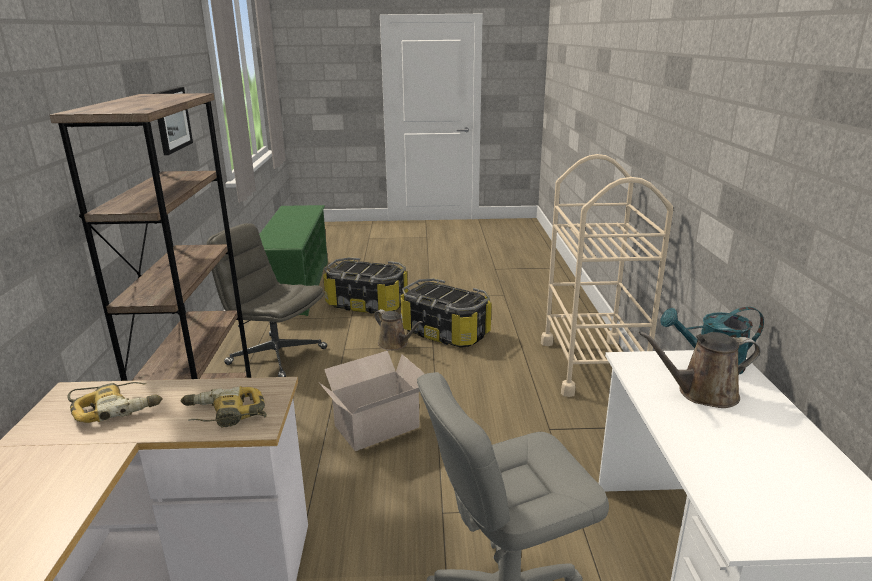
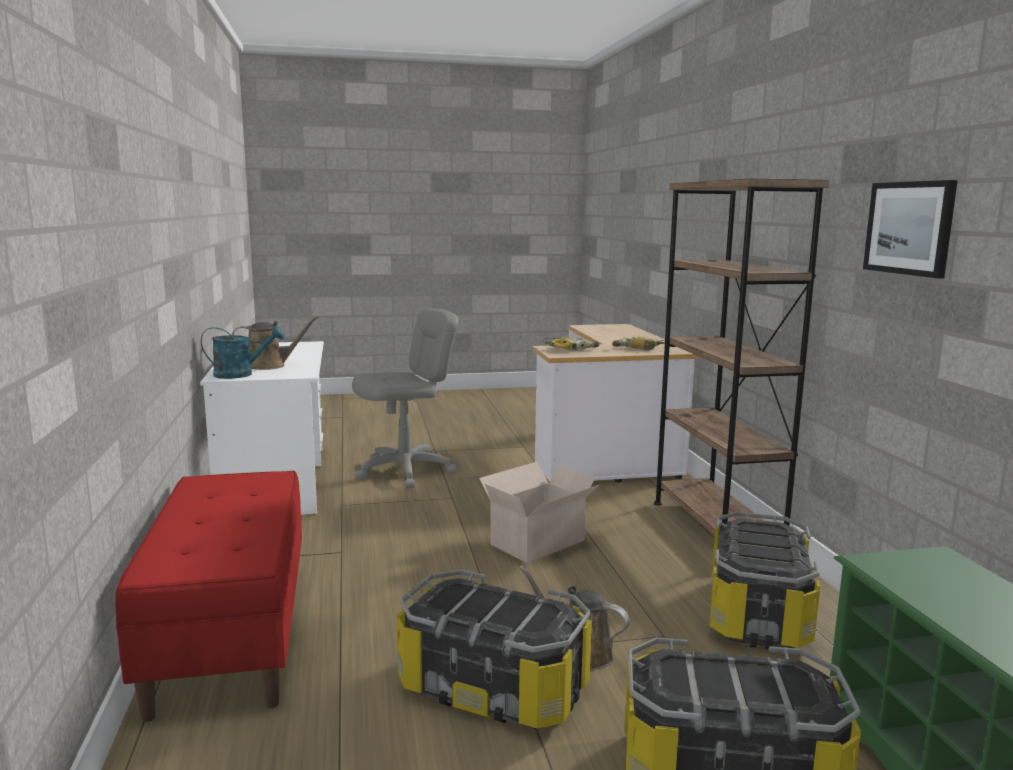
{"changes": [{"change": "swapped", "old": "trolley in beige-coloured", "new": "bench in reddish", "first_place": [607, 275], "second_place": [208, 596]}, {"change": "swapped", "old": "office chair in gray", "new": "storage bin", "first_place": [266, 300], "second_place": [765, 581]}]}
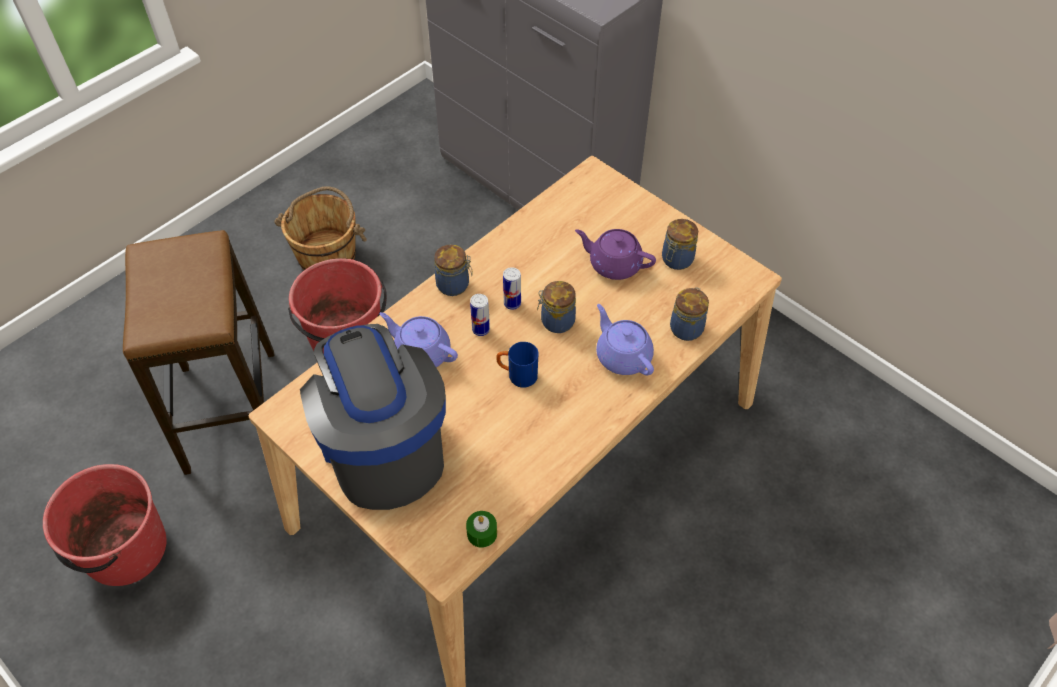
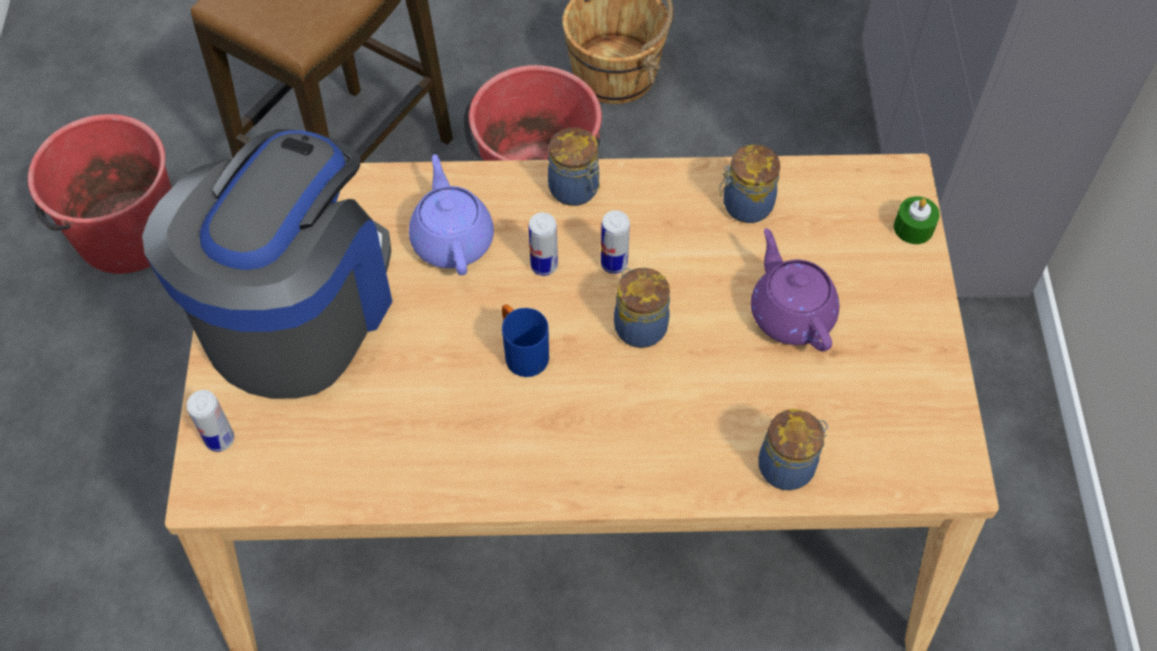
{"changes": [{"change": "shifted", "old": "preserve jar", "first_place": [680, 244], "second_place": [749, 184]}, {"change": "gone", "old": "teapot in purple-coloured", "first_place": [625, 339]}, {"change": "shifted", "old": "candle in greenish", "first_place": [481, 529], "second_place": [917, 220]}, {"change": "new", "new": "can", "second_place": [210, 421]}]}
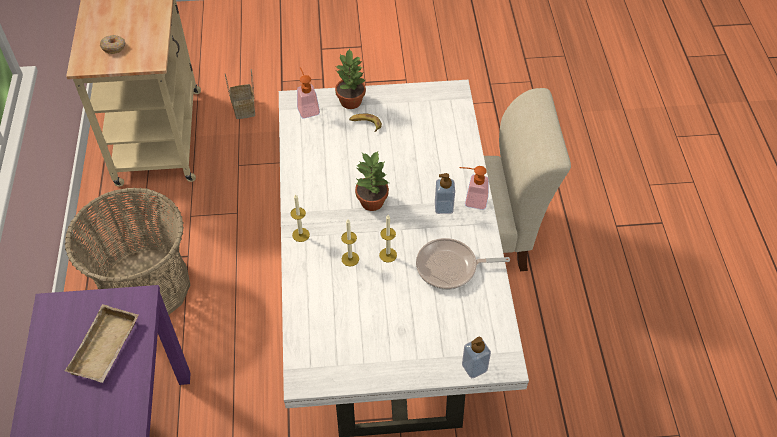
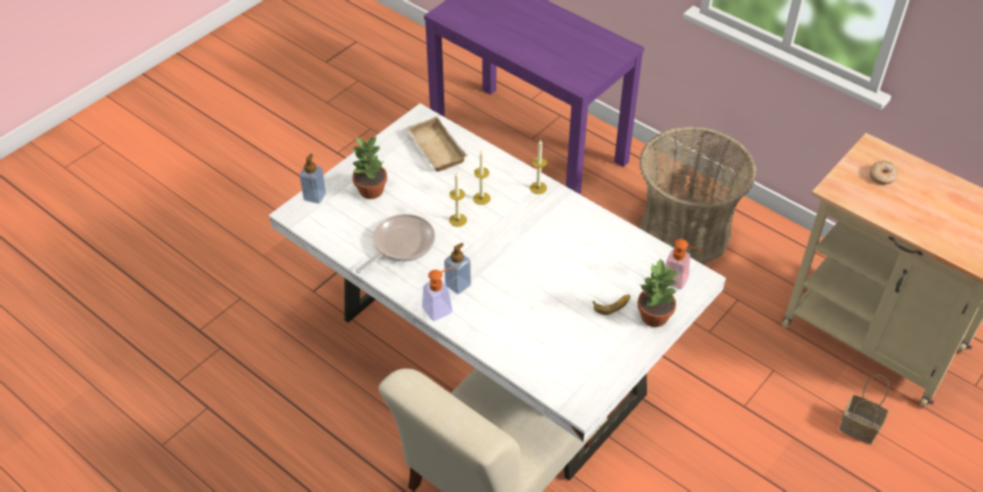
{"changes": [{"change": "shifted", "old": "plant in a pot", "first_place": [372, 181], "second_place": [369, 167]}, {"change": "shifted", "old": "carrying tray in beige-coloured", "first_place": [101, 343], "second_place": [436, 144]}]}
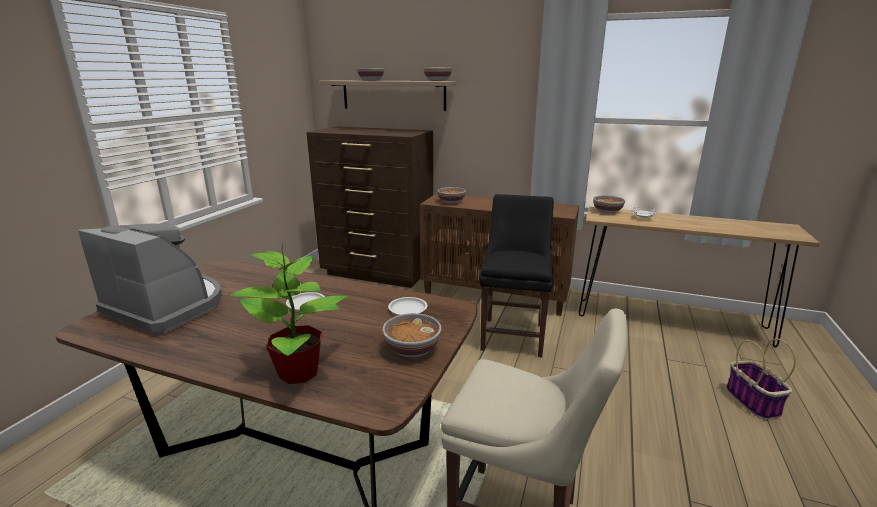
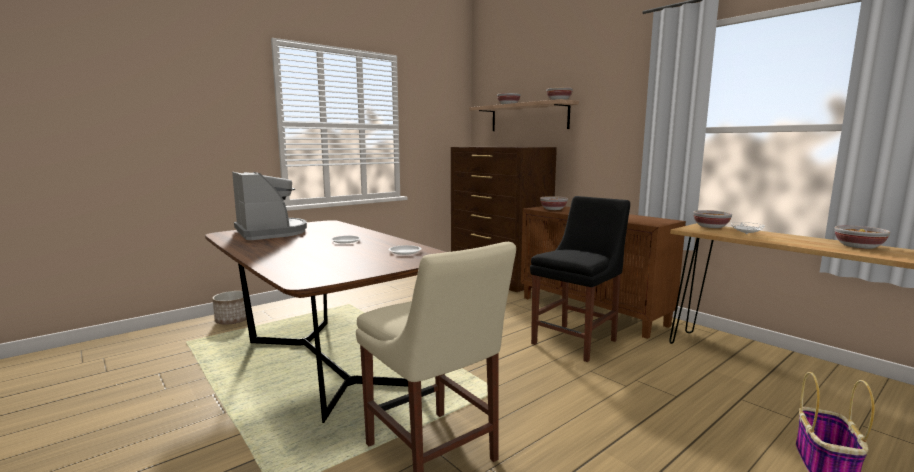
{"changes": [{"change": "gone", "old": "plant in a pot", "first_place": [289, 314]}, {"change": "shifted", "old": "serving bowl", "first_place": [412, 335], "second_place": [862, 237]}, {"change": "new", "new": "plant pot", "second_place": [229, 308]}]}
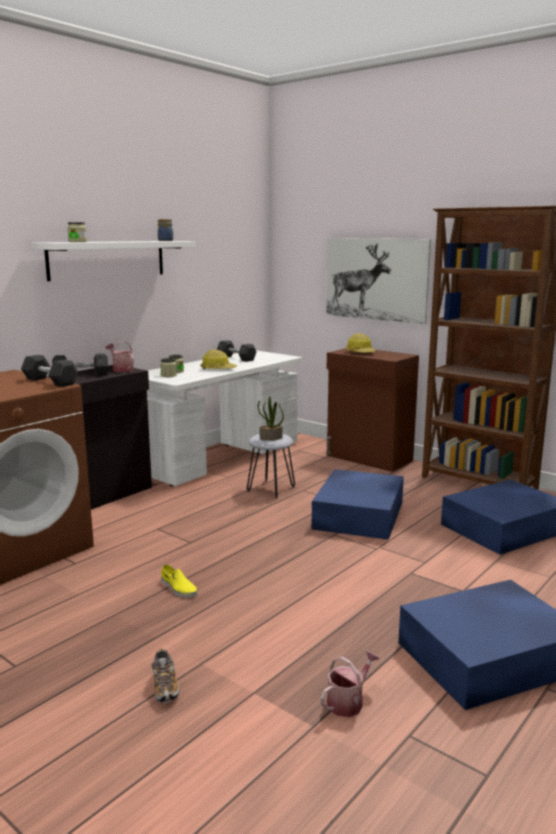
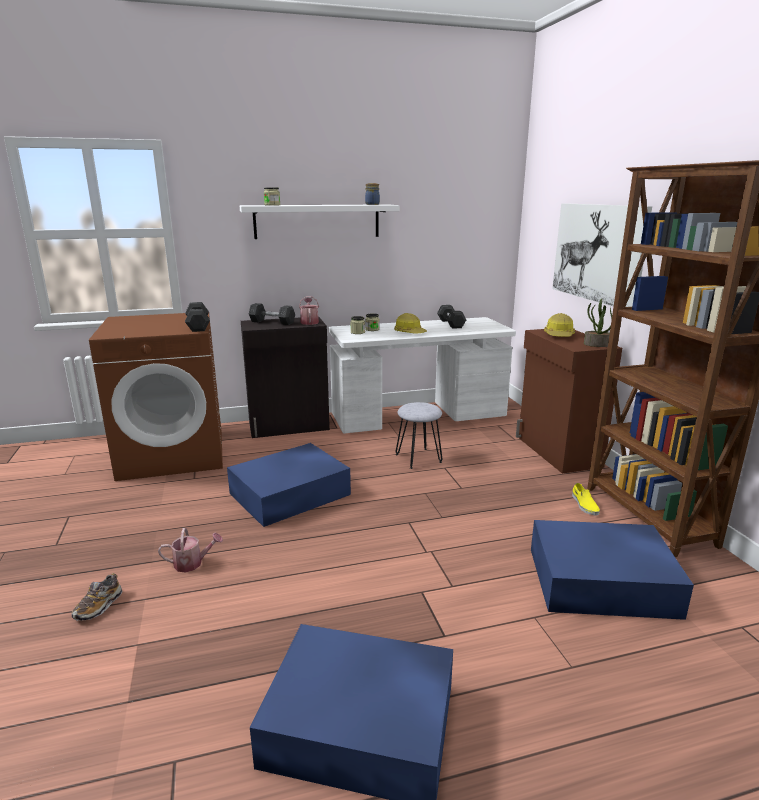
{"changes": [{"change": "shifted", "old": "plant in a pot", "first_place": [271, 418], "second_place": [598, 323]}, {"change": "shifted", "old": "storage bin in blue-coloured", "first_place": [358, 504], "second_place": [289, 485]}, {"change": "shifted", "old": "item of footwear in yellow", "first_place": [179, 581], "second_place": [586, 499]}, {"change": "shifted", "old": "watering can", "first_place": [349, 683], "second_place": [190, 550]}]}
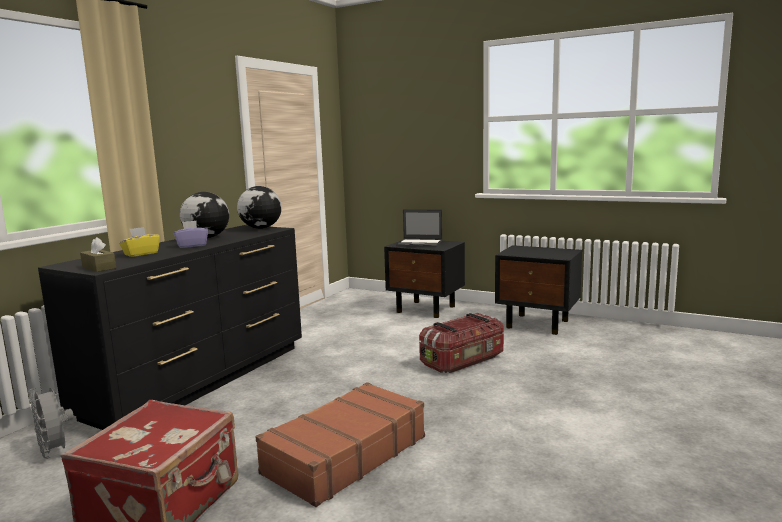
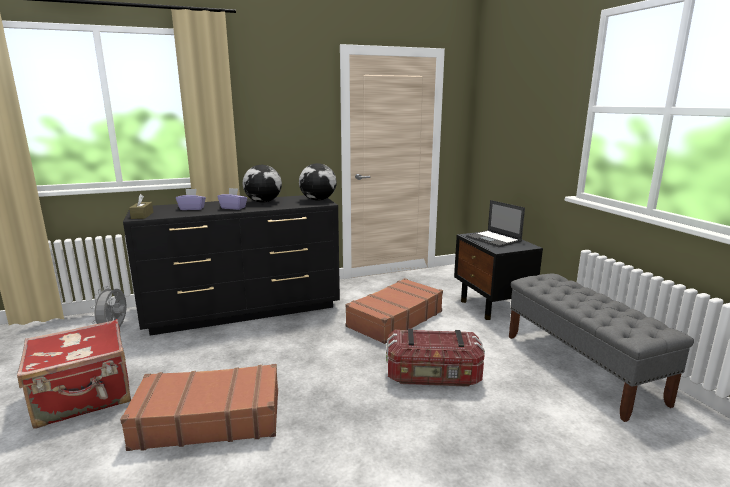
{"changes": [{"change": "repainted", "old": "tissue holder in yellow", "new": "tissue holder in purple-coloured", "first_place": [139, 242], "second_place": [191, 199]}, {"change": "swapped", "old": "nightstand in black-coloured", "new": "bench in gray", "first_place": [538, 290], "second_place": [601, 347]}, {"change": "new", "new": "travel case in brownish", "second_place": [394, 311]}]}
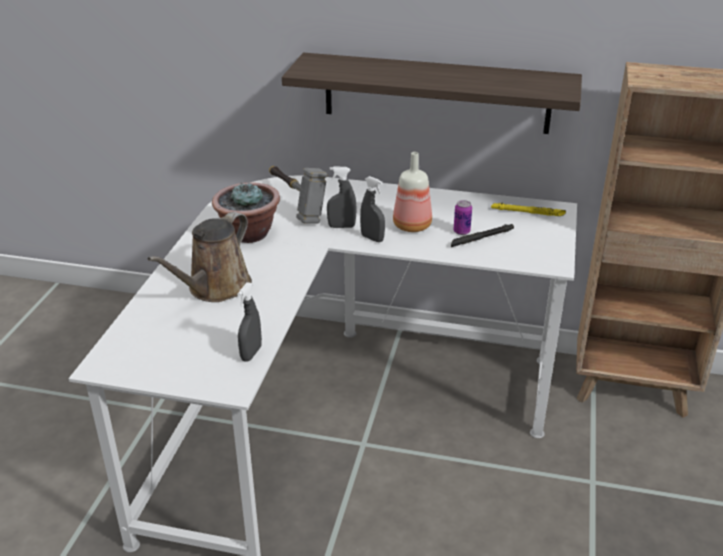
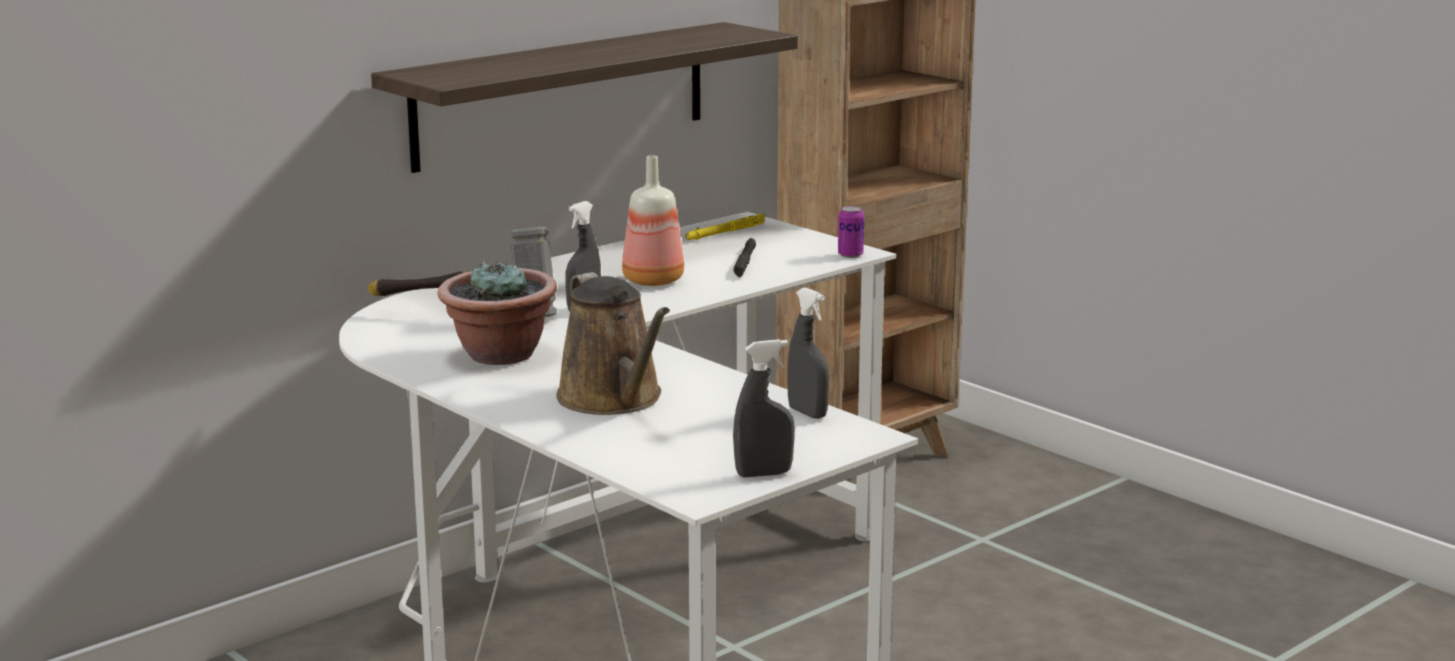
{"changes": [{"change": "shifted", "old": "spray bottle in gray", "first_place": [372, 209], "second_place": [764, 408]}, {"change": "shifted", "old": "can", "first_place": [462, 217], "second_place": [851, 232]}]}
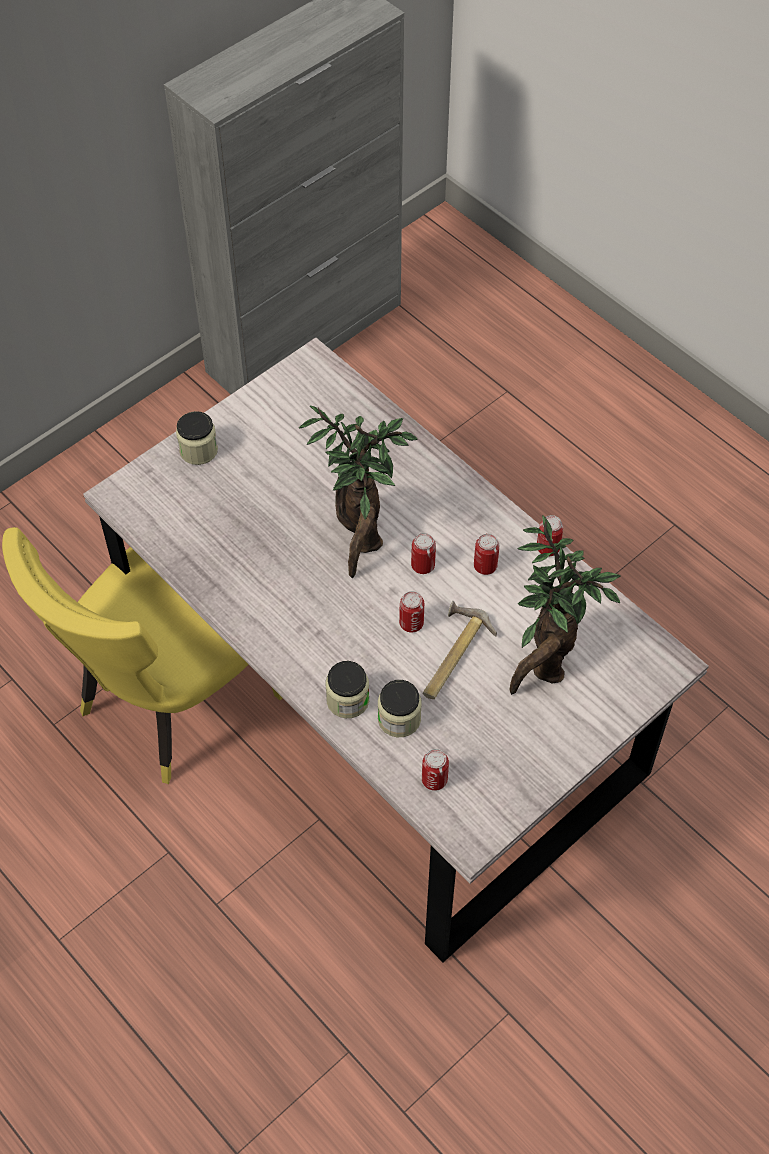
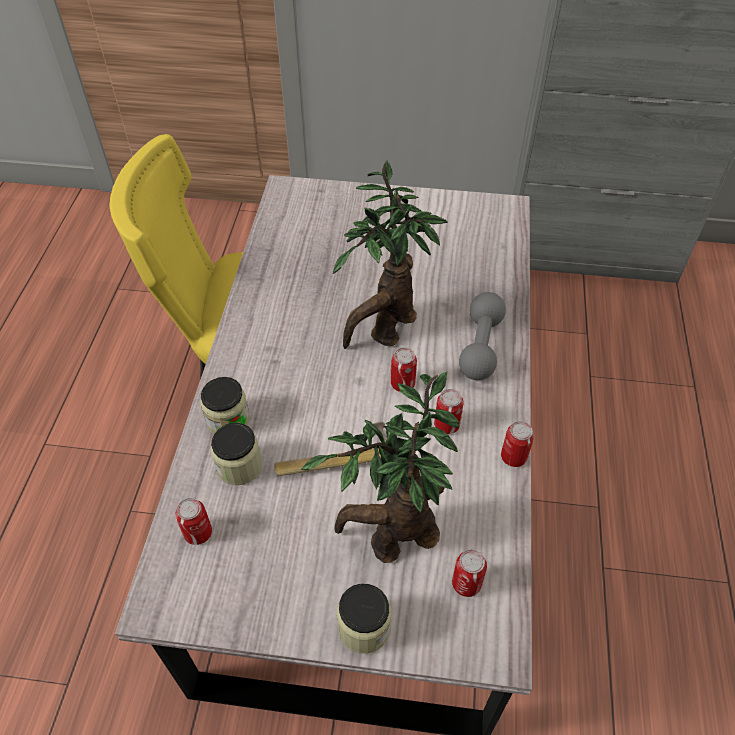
{"changes": [{"change": "shifted", "old": "preserve jar", "first_place": [197, 438], "second_place": [364, 618]}, {"change": "shifted", "old": "can", "first_place": [411, 612], "second_place": [469, 573]}, {"change": "new", "new": "dumbbell in gray", "second_place": [482, 336]}]}
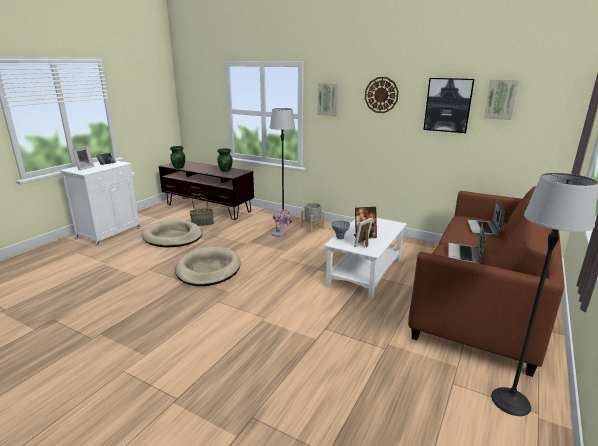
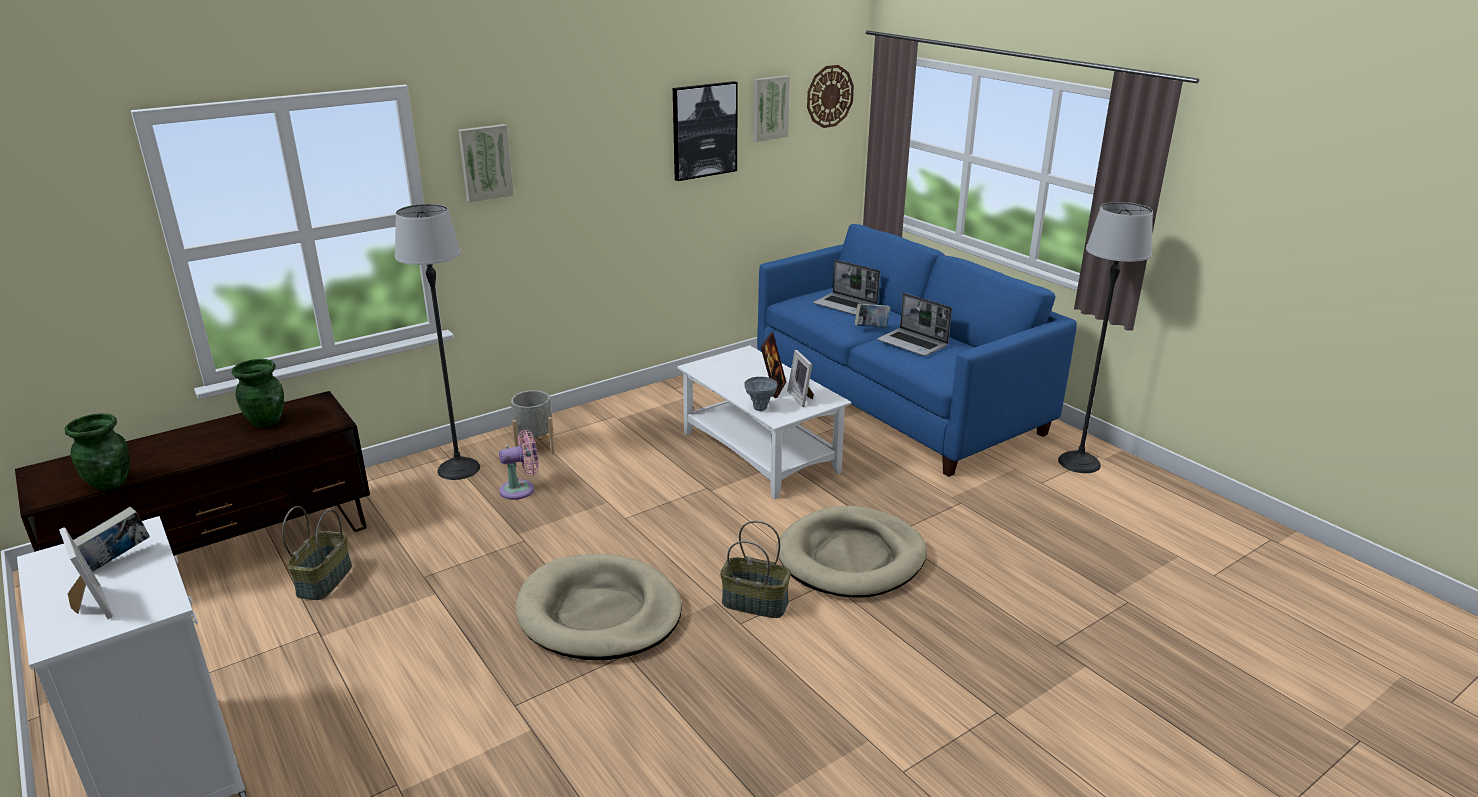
{"changes": [{"change": "shifted", "old": "wall clock", "first_place": [382, 95], "second_place": [830, 96]}, {"change": "repainted", "old": "sofa in brownish", "new": "sofa in blue-coloured", "first_place": [486, 281], "second_place": [917, 350]}, {"change": "shifted", "old": "dog bed in beige-coloured", "first_place": [172, 234], "second_place": [852, 552]}, {"change": "new", "new": "bound book", "second_place": [873, 315]}, {"change": "new", "new": "basket", "second_place": [755, 569]}]}
